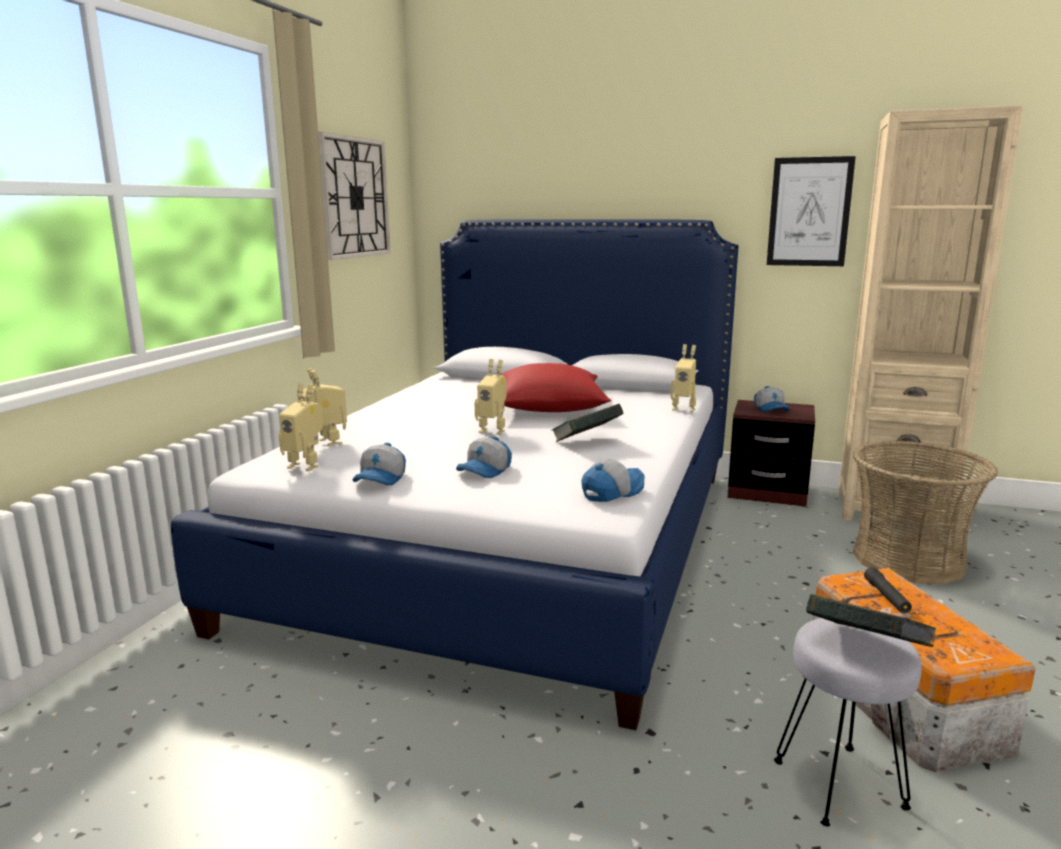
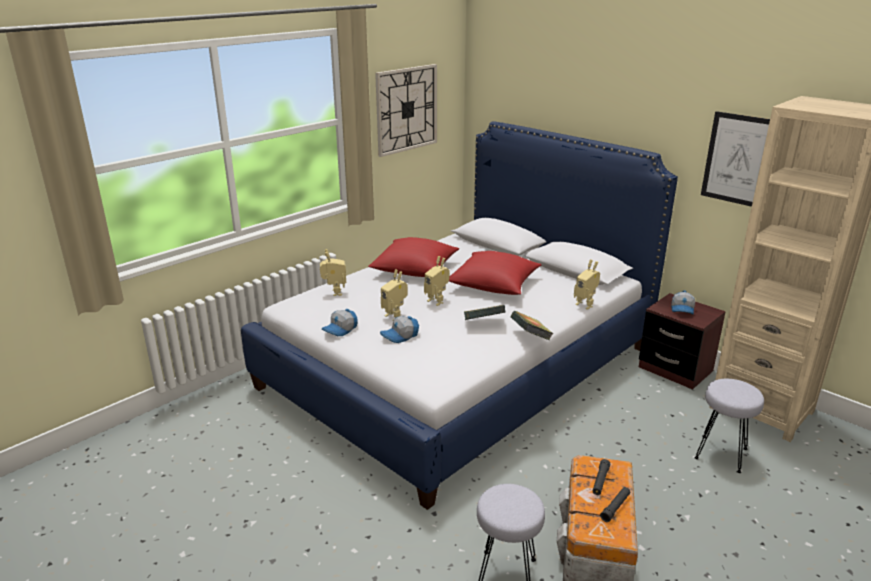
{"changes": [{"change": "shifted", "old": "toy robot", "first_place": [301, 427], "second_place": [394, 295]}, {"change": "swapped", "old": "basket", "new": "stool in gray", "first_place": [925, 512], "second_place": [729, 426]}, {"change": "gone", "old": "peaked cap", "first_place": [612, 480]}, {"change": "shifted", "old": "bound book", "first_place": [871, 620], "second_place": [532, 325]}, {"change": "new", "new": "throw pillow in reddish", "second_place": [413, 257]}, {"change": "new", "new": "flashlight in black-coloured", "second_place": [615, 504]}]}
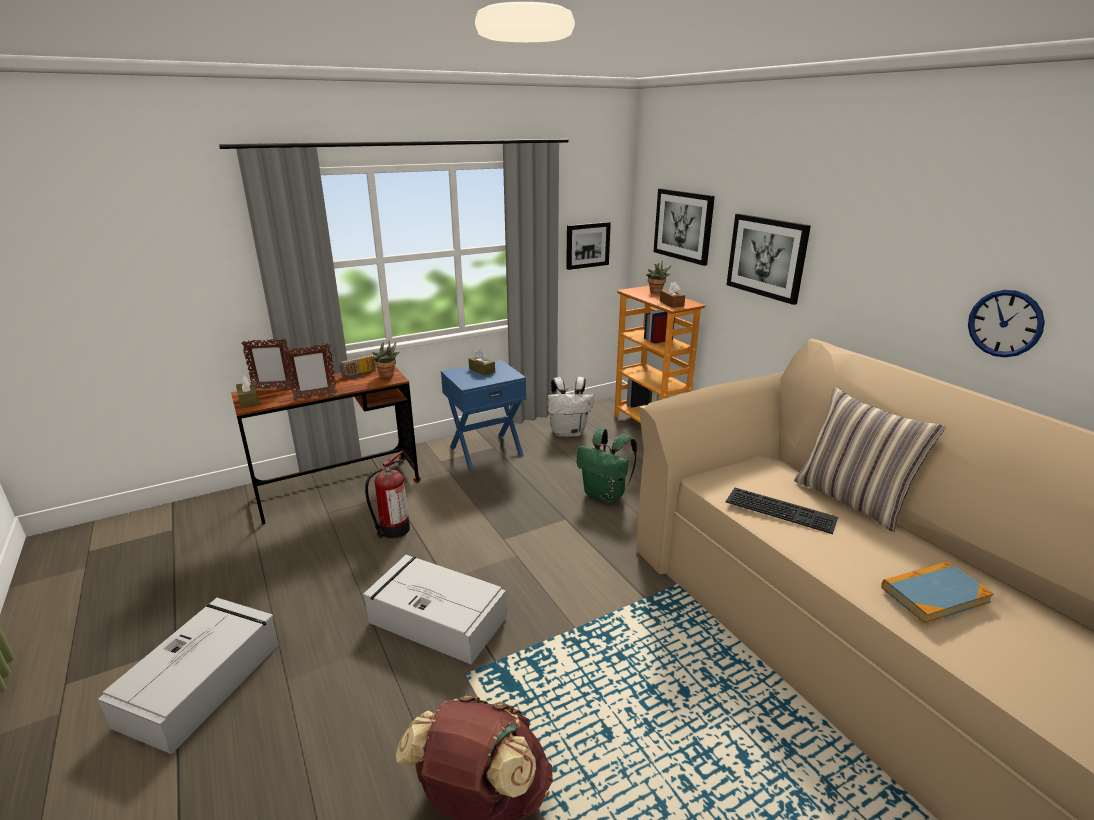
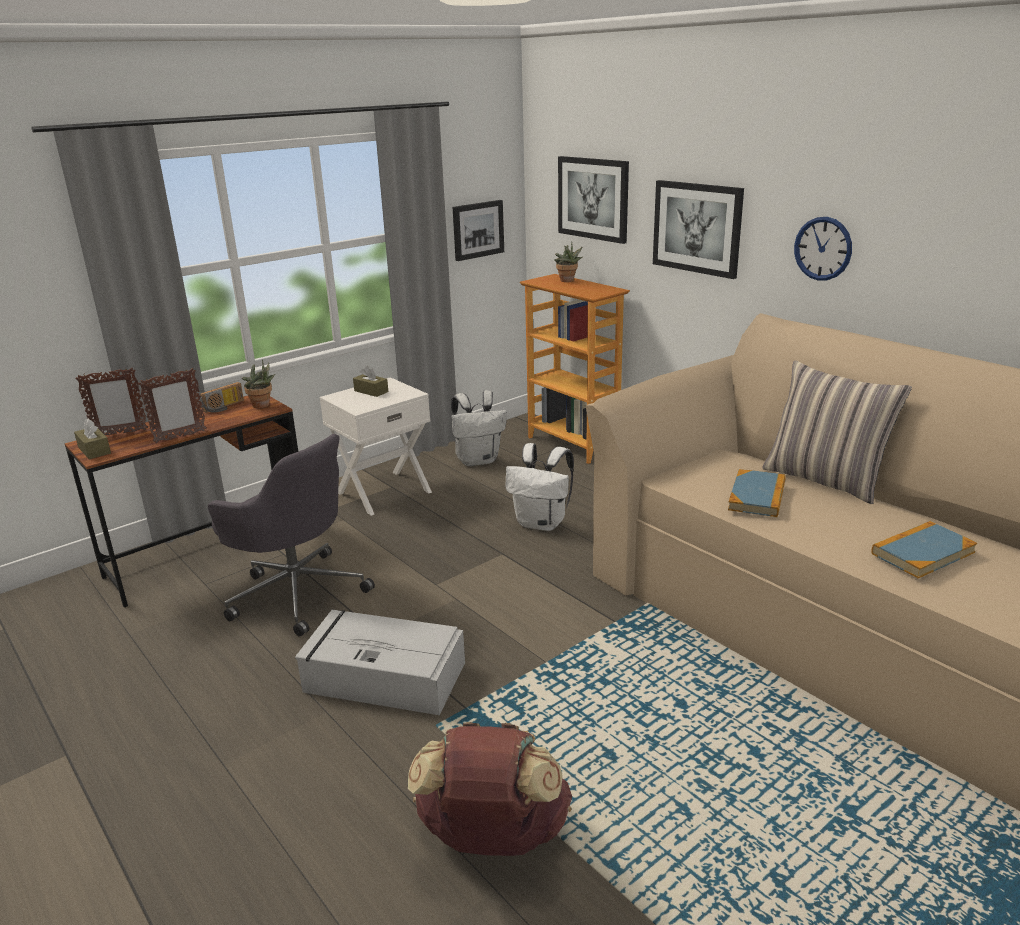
{"changes": [{"change": "gone", "old": "tissue holder in brownish", "first_place": [672, 295]}, {"change": "shifted", "old": "wall clock", "first_place": [1006, 323], "second_place": [823, 248]}, {"change": "repainted", "old": "nightstand in blue-coloured", "new": "nightstand in white", "first_place": [483, 415], "second_place": [376, 446]}, {"change": "repainted", "old": "rucksack in greenish", "new": "rucksack in white", "first_place": [607, 465], "second_place": [540, 487]}, {"change": "swapped", "old": "extinguisher", "new": "office chair in gray", "first_place": [387, 494], "second_place": [291, 535]}, {"change": "swapped", "old": "keyboard", "new": "bound book", "first_place": [782, 511], "second_place": [756, 493]}, {"change": "gone", "old": "storage bin in gray", "first_place": [188, 676]}]}
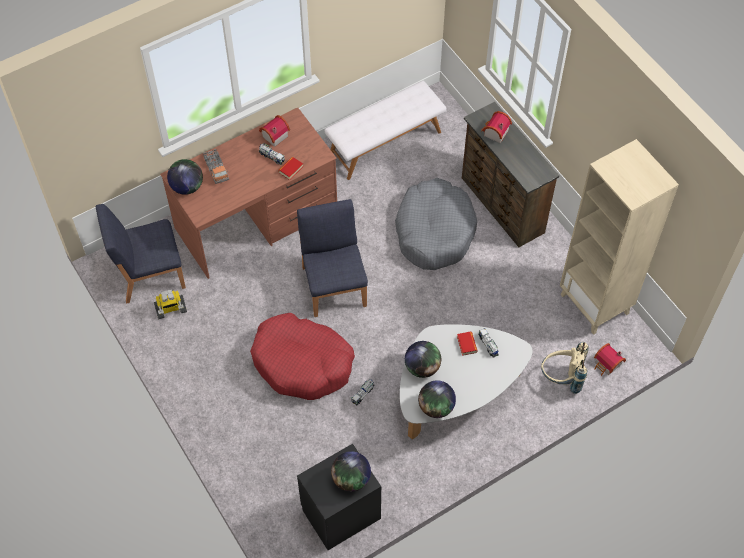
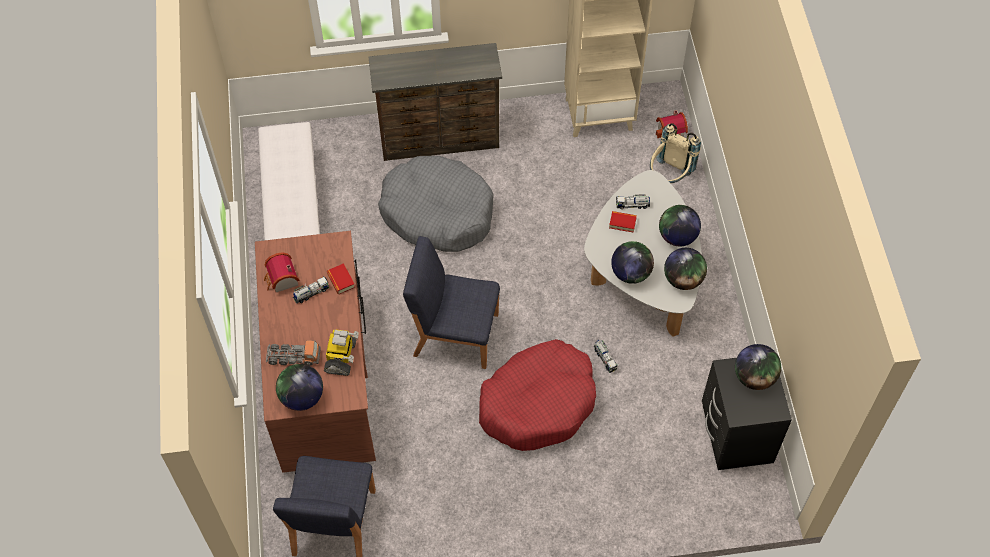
{"changes": [{"change": "gone", "old": "toy house", "first_place": [496, 127]}, {"change": "shifted", "old": "toy robot", "first_place": [170, 304], "second_place": [341, 353]}, {"change": "new", "new": "desk globe", "second_place": [680, 225]}]}
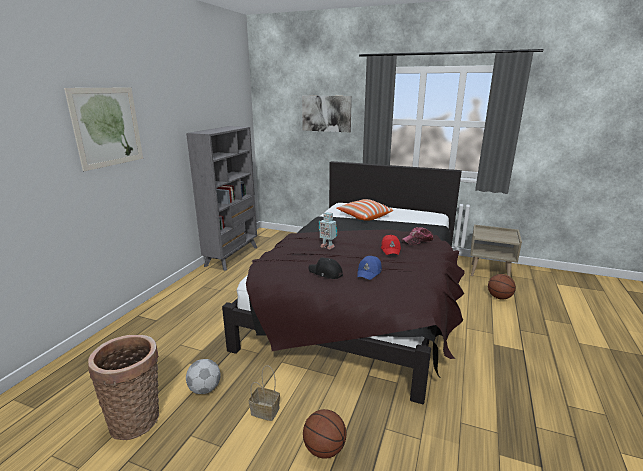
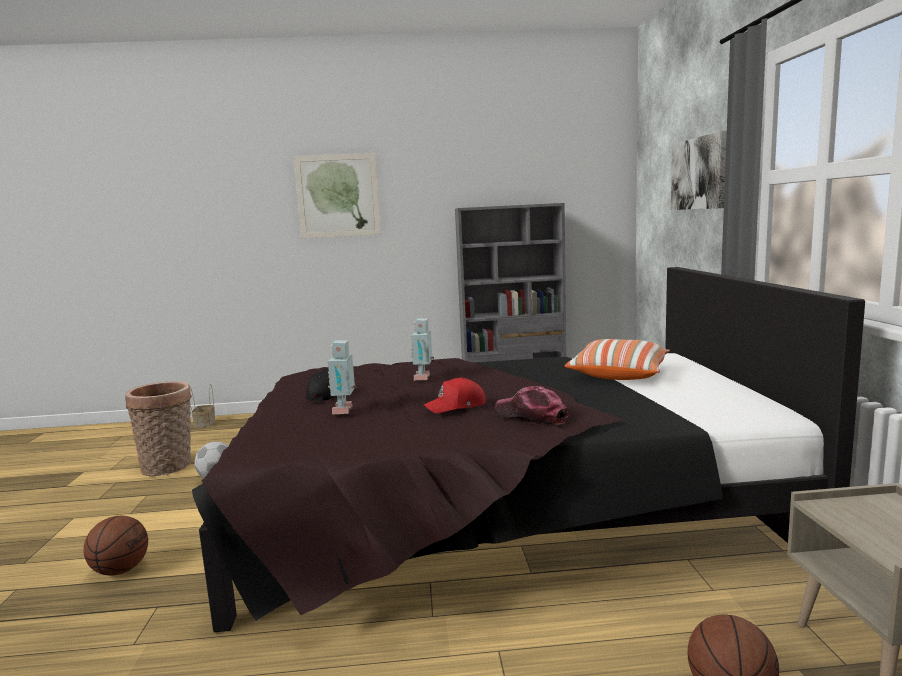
{"changes": [{"change": "swapped", "old": "peaked cap in blue-coloured", "new": "toy robot", "first_place": [369, 268], "second_place": [342, 377]}, {"change": "shifted", "old": "basket", "first_place": [264, 393], "second_place": [202, 406]}]}
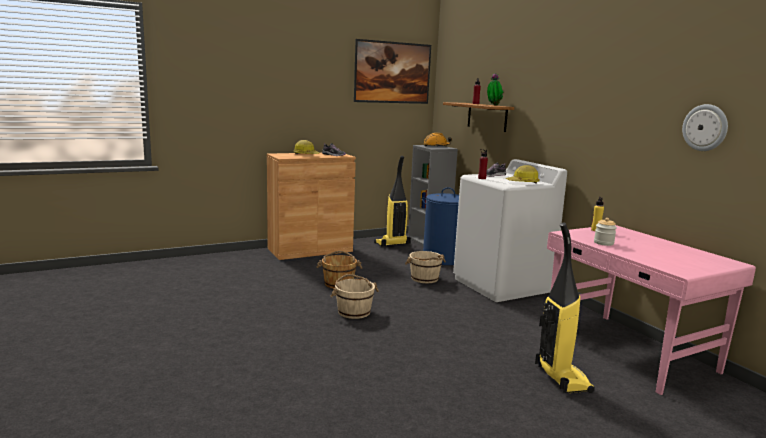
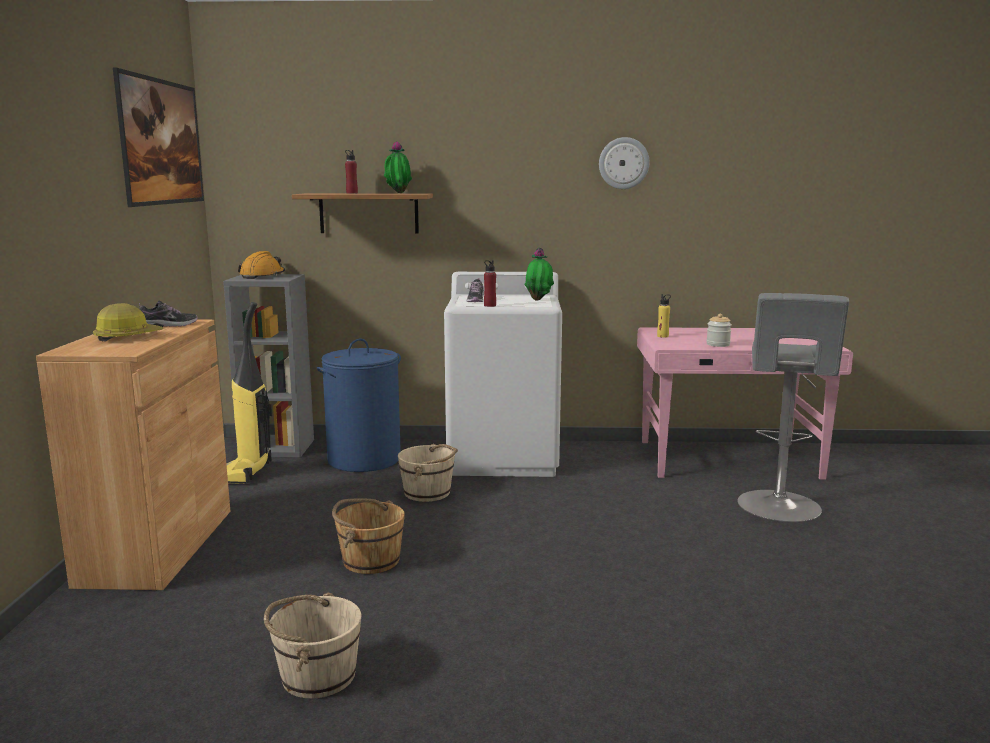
{"changes": [{"change": "shifted", "old": "wall clock", "first_place": [705, 127], "second_place": [624, 163]}, {"change": "swapped", "old": "work helmet", "new": "plant in a pot", "first_place": [523, 174], "second_place": [539, 274]}, {"change": "swapped", "old": "vacuum cleaner", "new": "stool in gray", "first_place": [565, 308], "second_place": [793, 407]}, {"change": "shifted", "old": "pail in beige-coloured", "first_place": [354, 296], "second_place": [313, 646]}]}
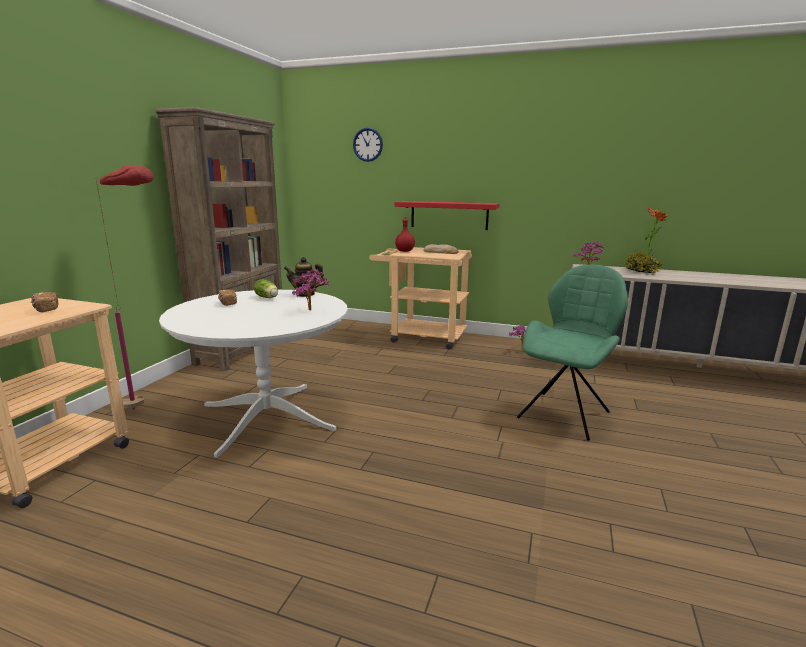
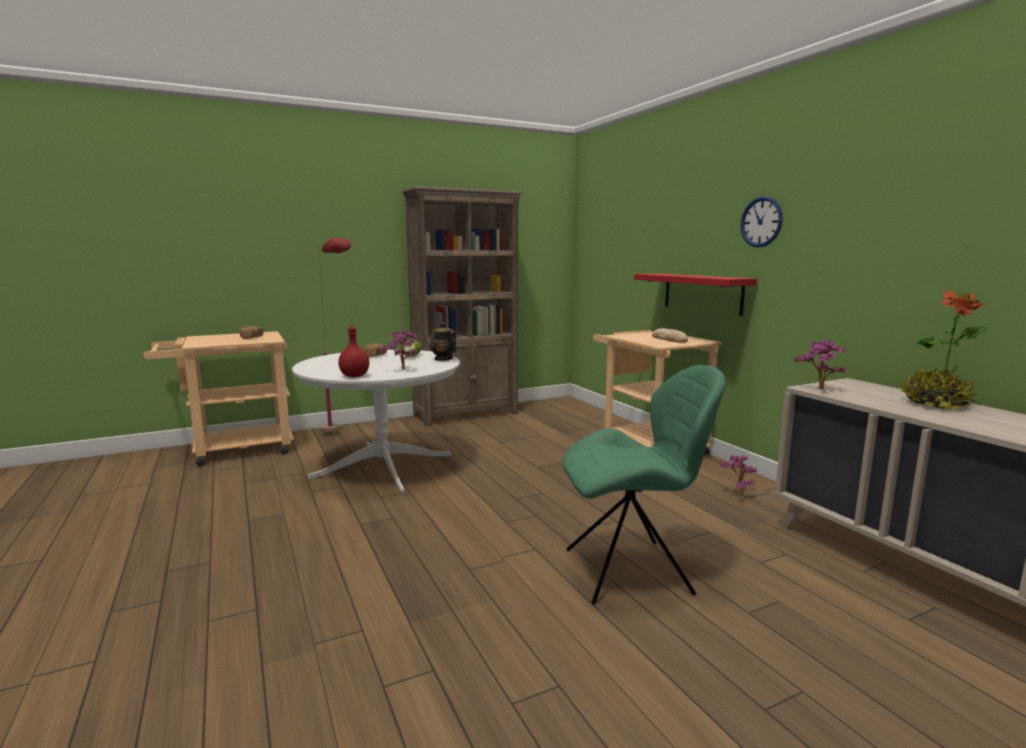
{"changes": [{"change": "shifted", "old": "wall clock", "first_place": [368, 145], "second_place": [762, 222]}, {"change": "shifted", "old": "beverage bottle in reddish", "first_place": [405, 234], "second_place": [353, 350]}]}
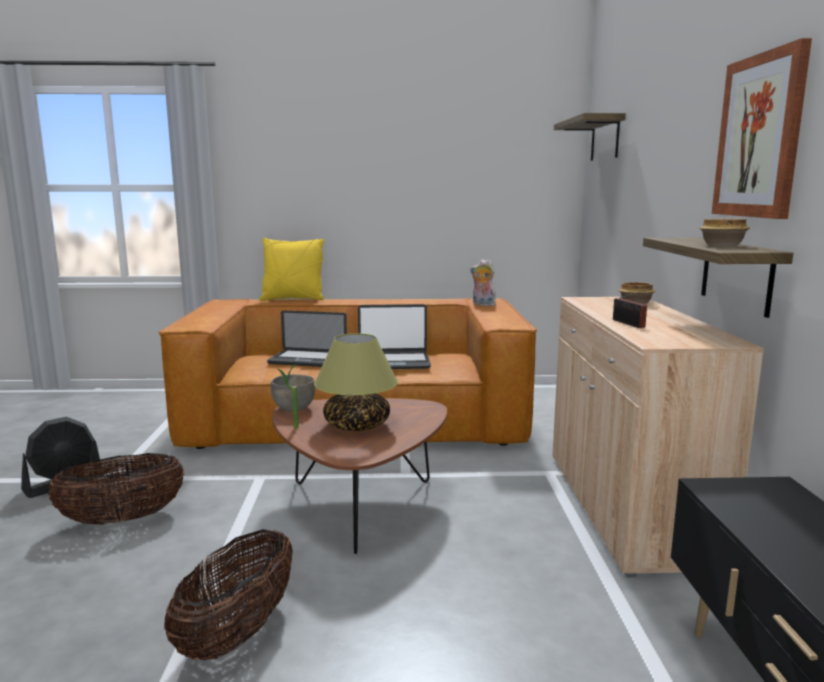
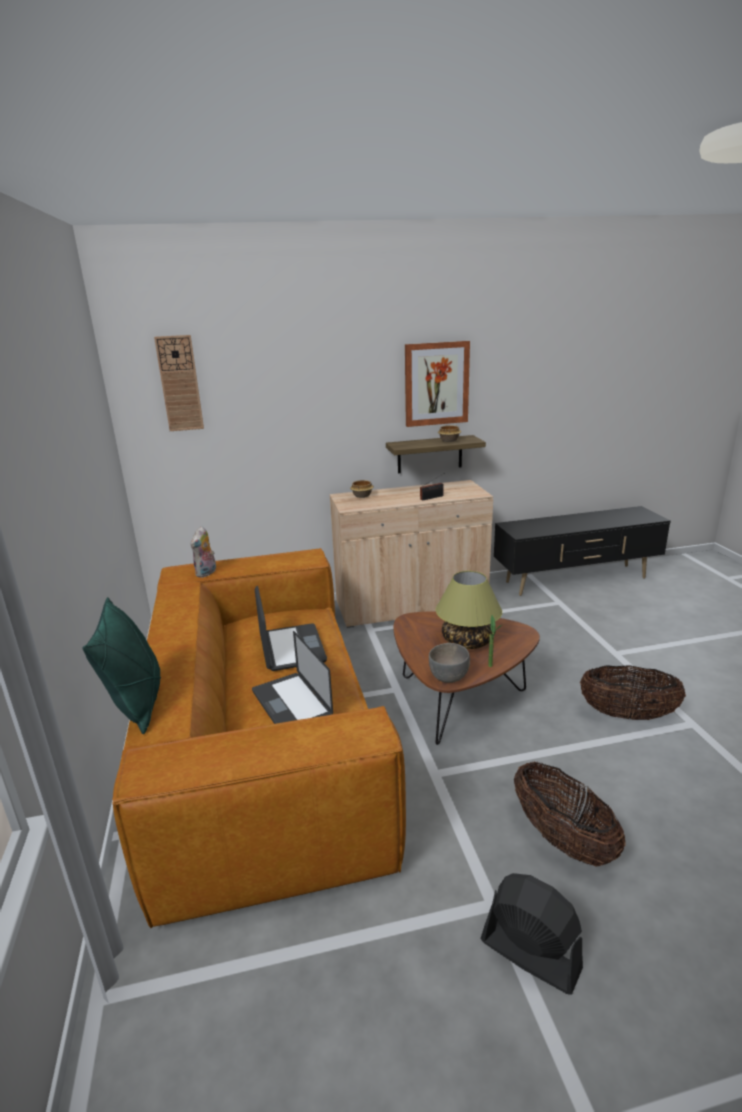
{"changes": [{"change": "swapped", "old": "bracket shelf", "new": "wall clock", "first_place": [590, 137], "second_place": [179, 383]}, {"change": "repainted", "old": "throw pillow in yellow", "new": "throw pillow in greenish", "first_place": [292, 269], "second_place": [121, 665]}, {"change": "rotated", "old": "portable computer", "first_place": [307, 338], "second_place": [292, 677], "degrees": 150}]}
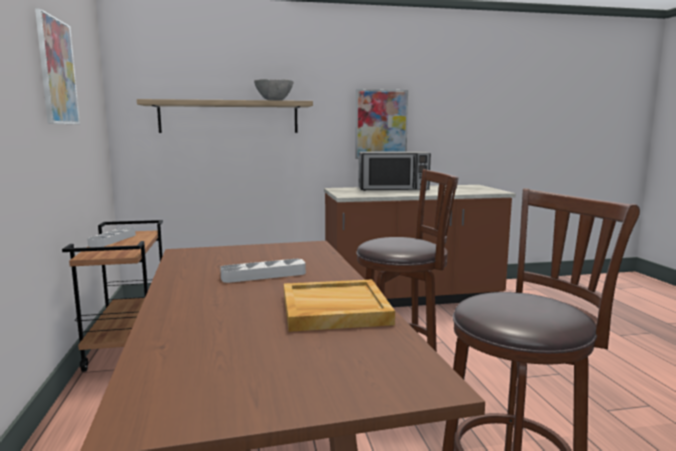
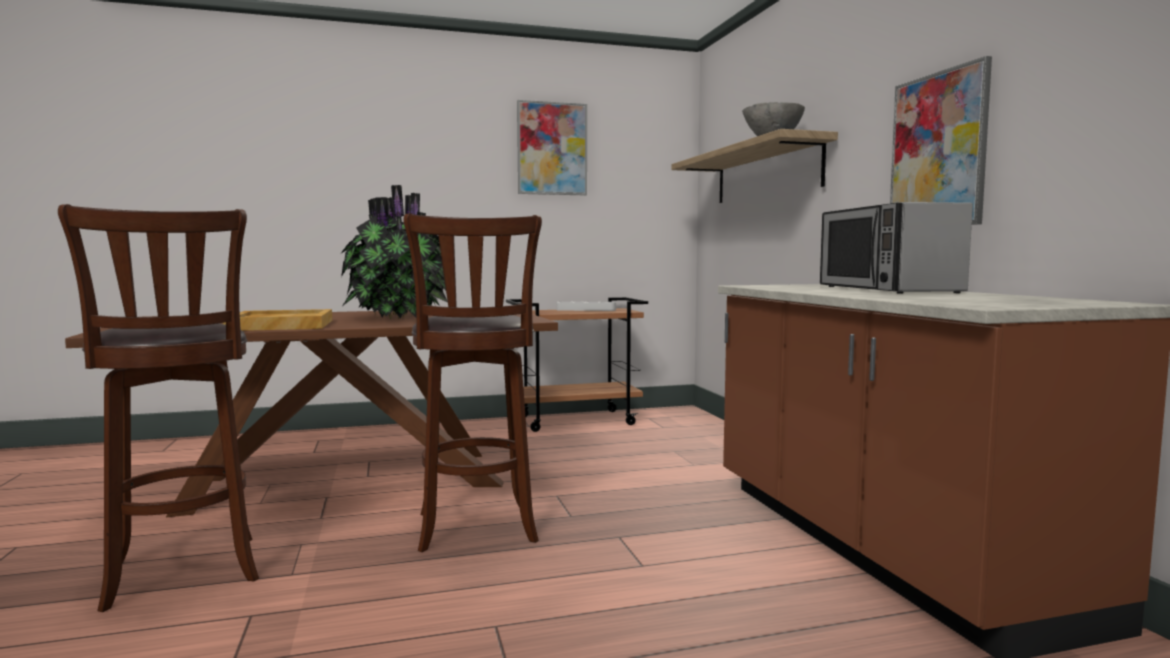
{"changes": [{"change": "swapped", "old": "carrying tray in gray", "new": "plant in a pot", "first_place": [263, 271], "second_place": [394, 251]}]}
